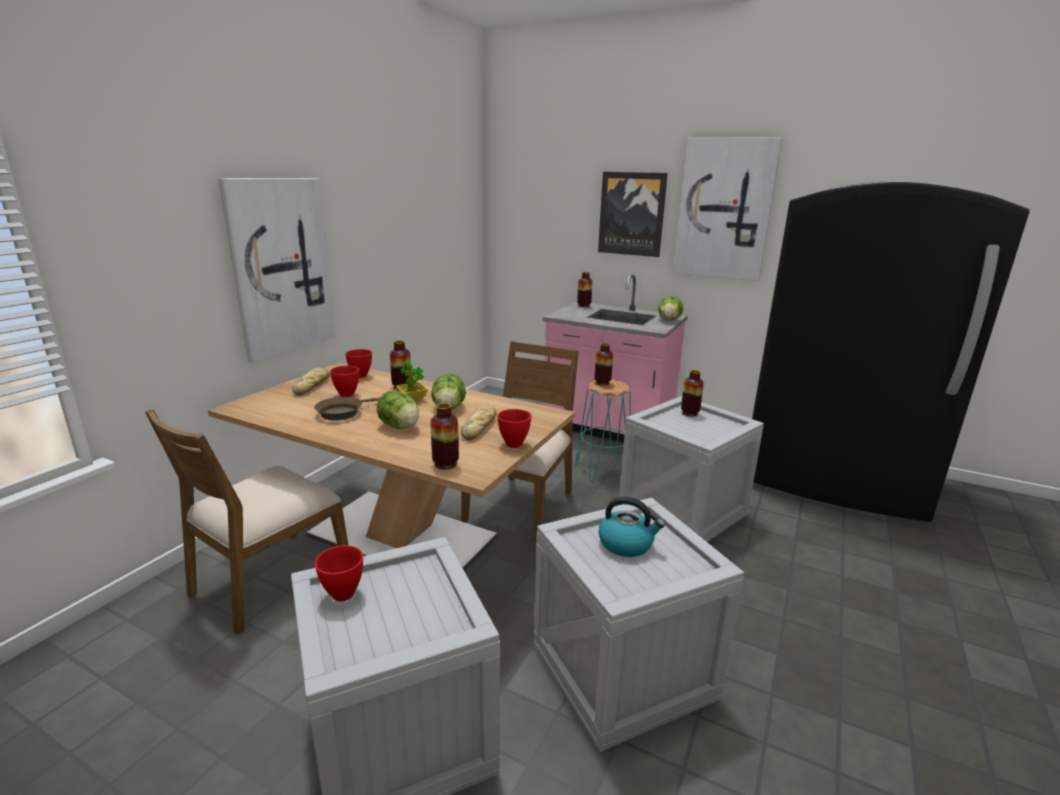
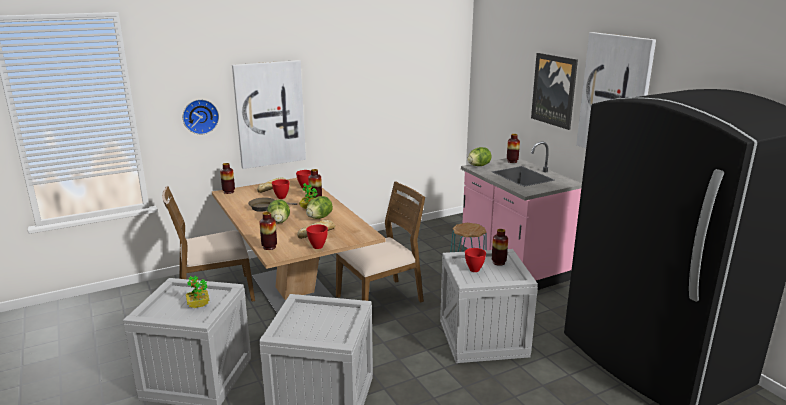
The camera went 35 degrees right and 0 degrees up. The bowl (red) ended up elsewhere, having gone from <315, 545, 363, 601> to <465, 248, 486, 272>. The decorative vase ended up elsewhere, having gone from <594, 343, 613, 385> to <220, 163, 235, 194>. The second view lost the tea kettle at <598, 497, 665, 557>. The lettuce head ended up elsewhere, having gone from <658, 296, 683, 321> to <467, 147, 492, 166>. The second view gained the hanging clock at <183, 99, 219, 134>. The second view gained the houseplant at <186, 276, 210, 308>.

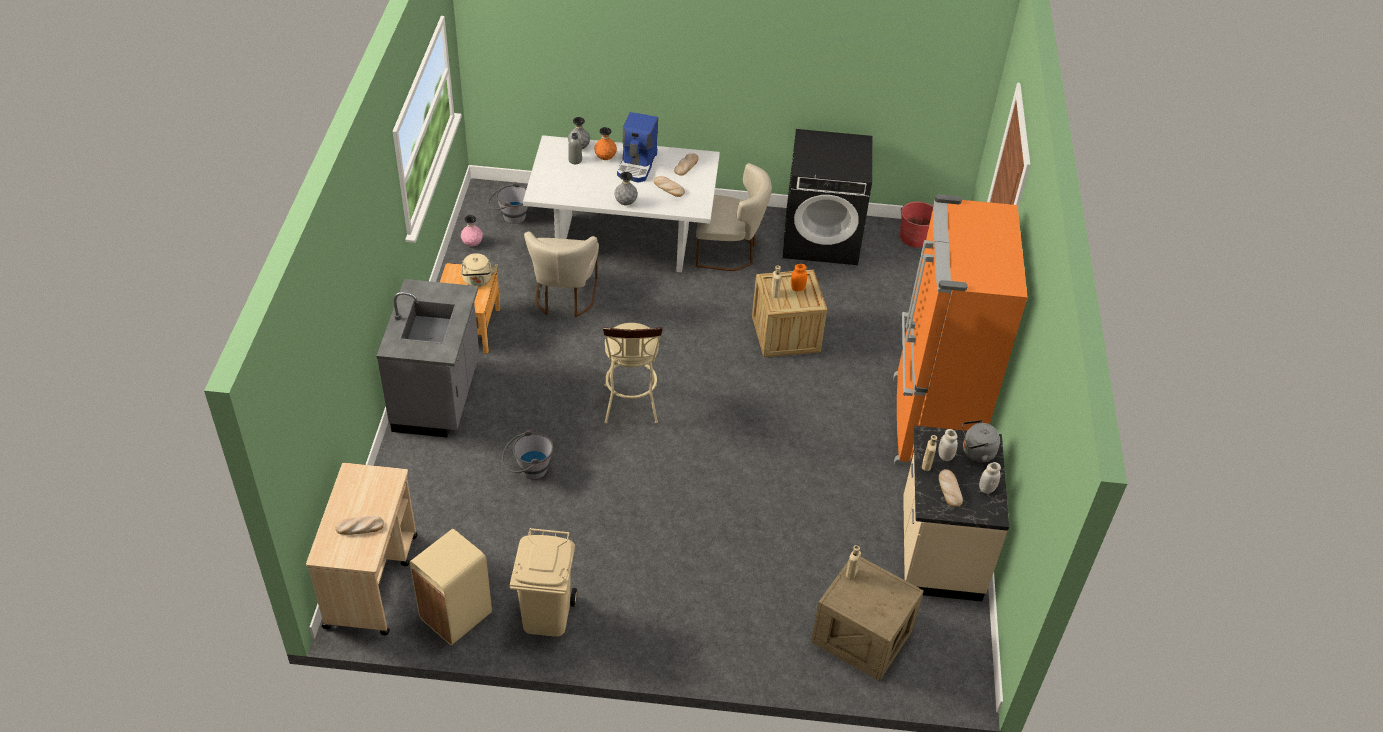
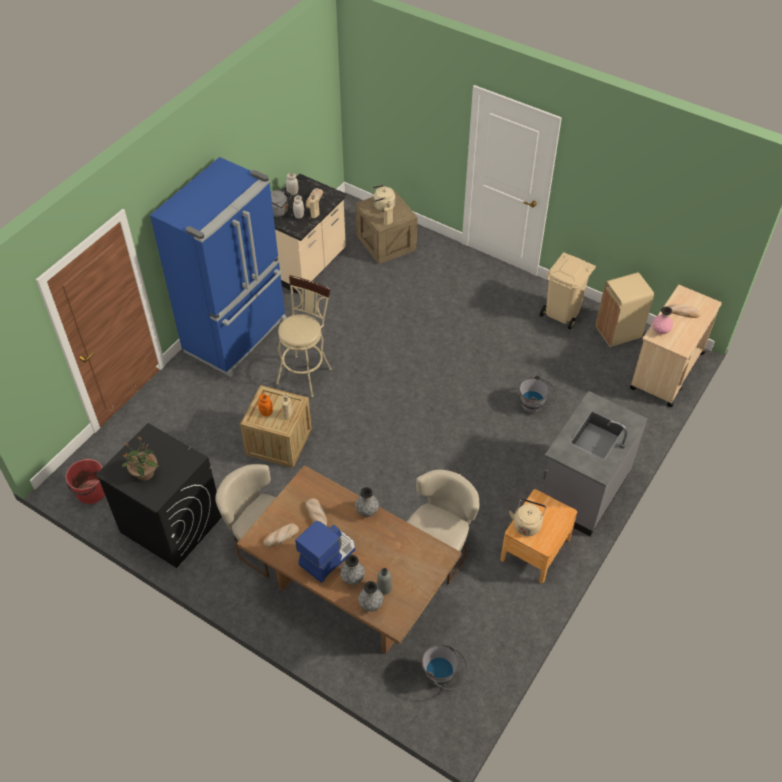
The camera went 150 degrees left and 5 degrees up. The decorative vase (pink) ended up elsewhere, having gone from <461, 215, 483, 246> to <652, 307, 673, 334>. What was the kitchen table (white) at <523, 135, 720, 272> turned into the kitchen table (brown-coloured) at <237, 465, 462, 654>. What was the decorative vase (orange) at <594, 127, 617, 160> turned into the decorative vase (greyish) at <340, 555, 365, 585>. The stool seat (sand-coloured) ended up elsewhere, having gone from <603, 323, 663, 424> to <276, 275, 332, 397>. What was the kitchen fridge (orange) at <893, 194, 1028, 467> turned into the kitchen fridge (bluish) at <150, 157, 287, 377>. The second view gained the houseplant at <122, 436, 159, 481>. The second view gained the tea kettle (sand-coloured) at <371, 185, 395, 212>.

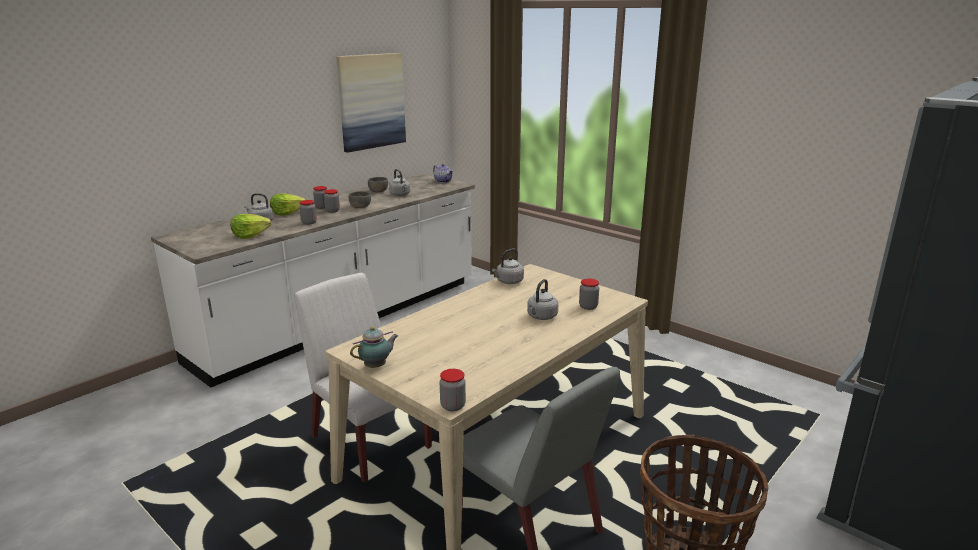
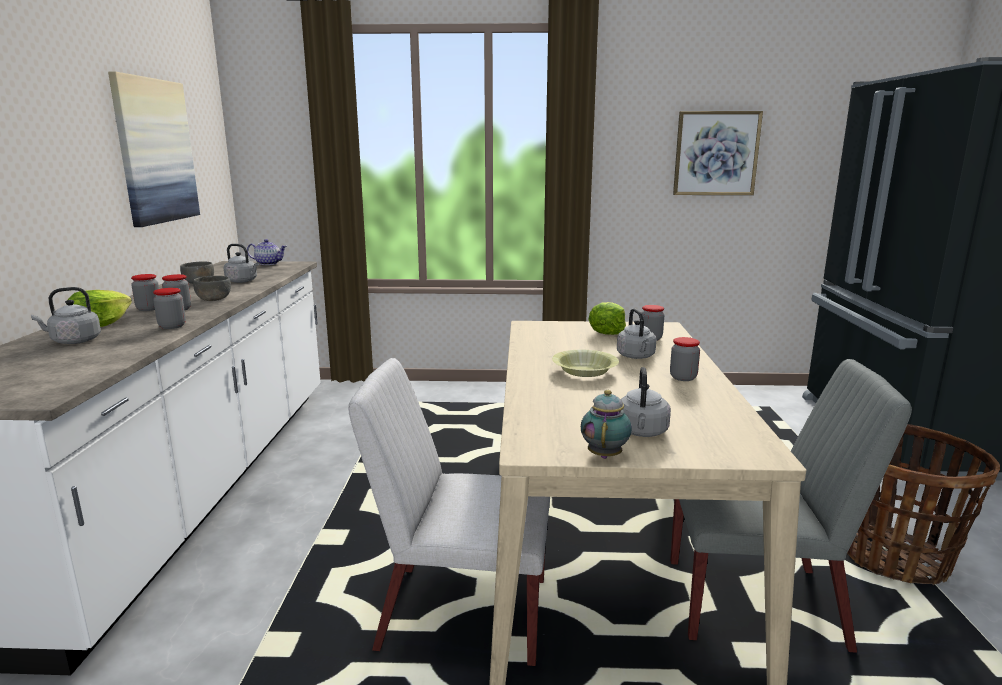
The camera went 40 degrees left and 5 degrees down. The lettuce head ended up elsewhere, having gone from <230, 214, 271, 239> to <588, 302, 626, 335>. The jar ended up elsewhere, having gone from <440, 369, 466, 411> to <670, 337, 700, 381>. The tea kettle (greyish) ended up elsewhere, having gone from <492, 249, 524, 284> to <620, 367, 671, 437>. The second view gained the bowl (yellowish) at <552, 350, 619, 377>. The second view gained the wall art at <673, 111, 763, 195>.

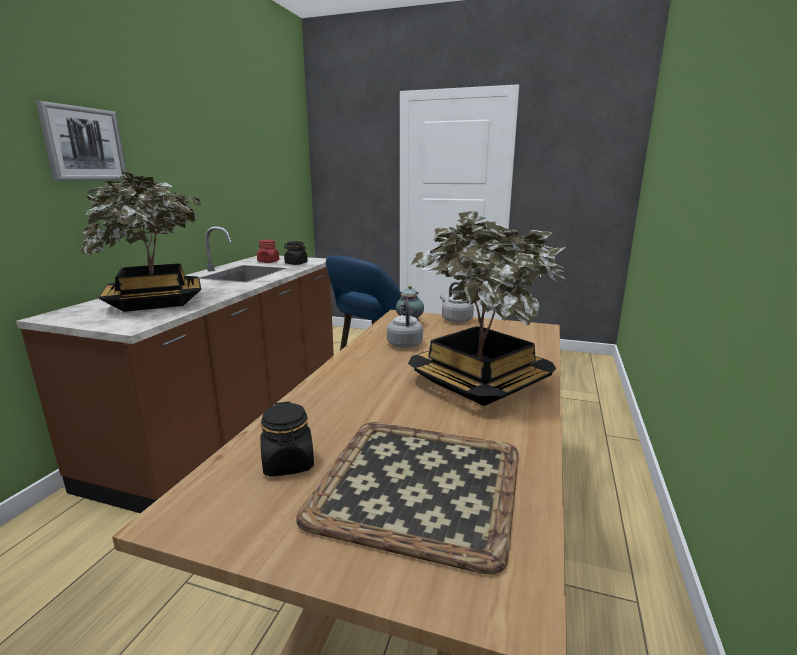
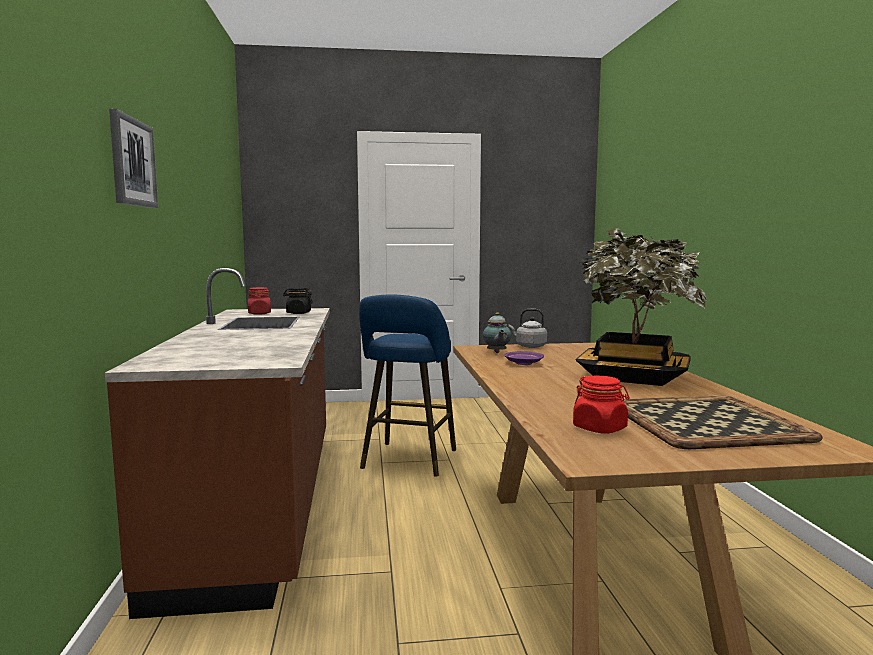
The camera went 25 degrees left and 10 degrees down. The second view lost the houseplant at <79, 172, 202, 312>. What was the jar (black-coloured) at <260, 401, 314, 477> turned into the jar (red) at <573, 376, 629, 434>. Where the tea kettle (greyish) stood at <387, 300, 423, 348>, the dinner plate (purple) came to stand at <504, 351, 544, 365>.

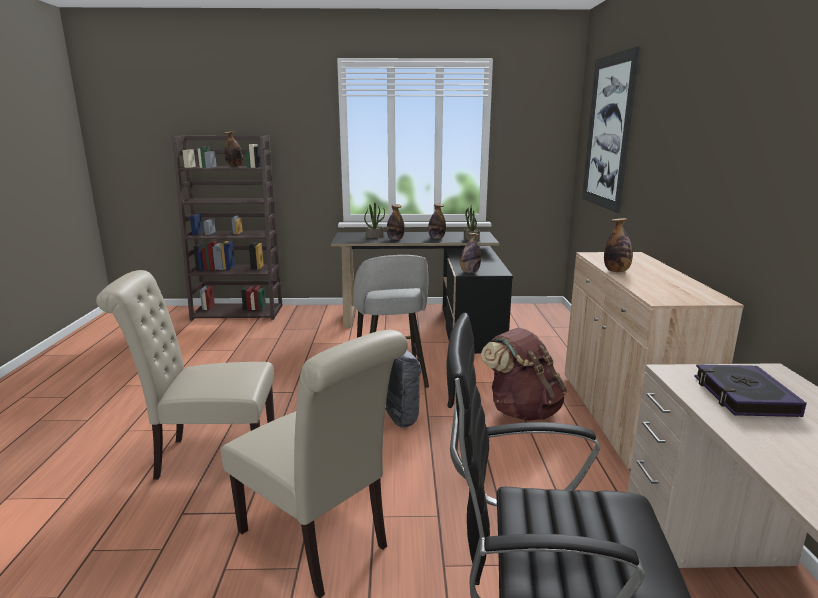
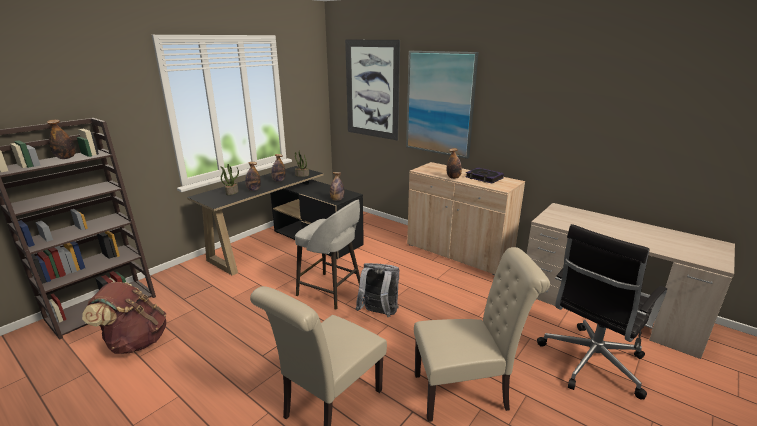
The camera went 50 degrees left and 5 degrees up. The rucksack (brown-coloured) ended up elsewhere, having gone from <481, 328, 567, 421> to <82, 282, 166, 354>. The bound book ended up elsewhere, having gone from <694, 364, 807, 417> to <466, 167, 504, 183>. The second view gained the wall art at <406, 51, 479, 159>.

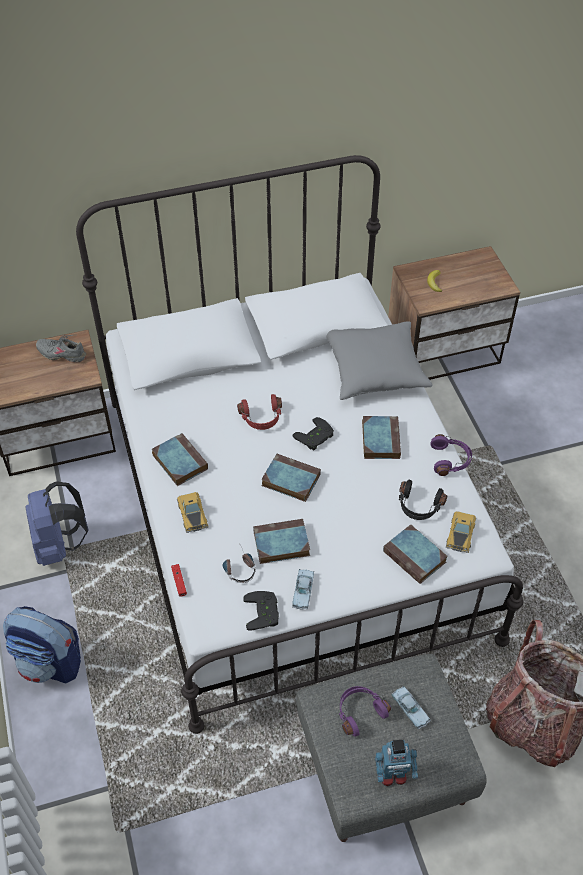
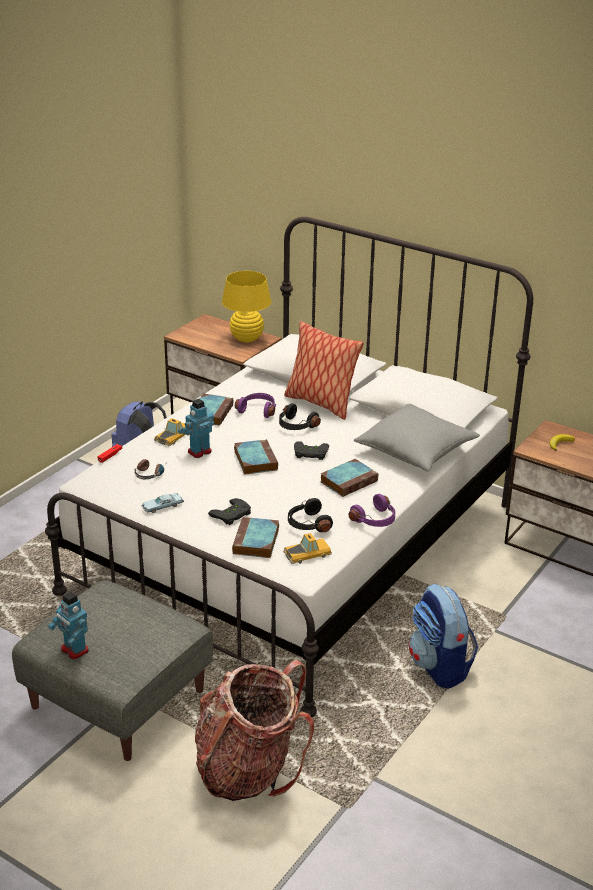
The camera went 50 degrees right and 20 degrees down. The rucksack ended up elsewhere, having gone from <3, 606, 81, 683> to <409, 583, 478, 689>. Where the low shoe (greyish) stood at <36, 335, 86, 362>, the lamp for a table (yellowish) came to stand at <222, 271, 271, 343>. What was the headphones (red) at <237, 394, 282, 430> turned into the headphones (black-coloured) at <279, 403, 321, 430>. The game controller (black-coloured) ended up elsewhere, having gone from <244, 591, 279, 630> to <208, 498, 251, 525>. The second view lost the bound book at <253, 519, 310, 564>. The headphones (purple) ended up elsewhere, having gone from <339, 686, 391, 737> to <235, 393, 276, 418>. The second view lost the toy car (bluish) at <391, 686, 431, 730>. The second view gained the model robot at <178, 399, 214, 458>. The second view gained the pillow at <284, 321, 363, 420>.

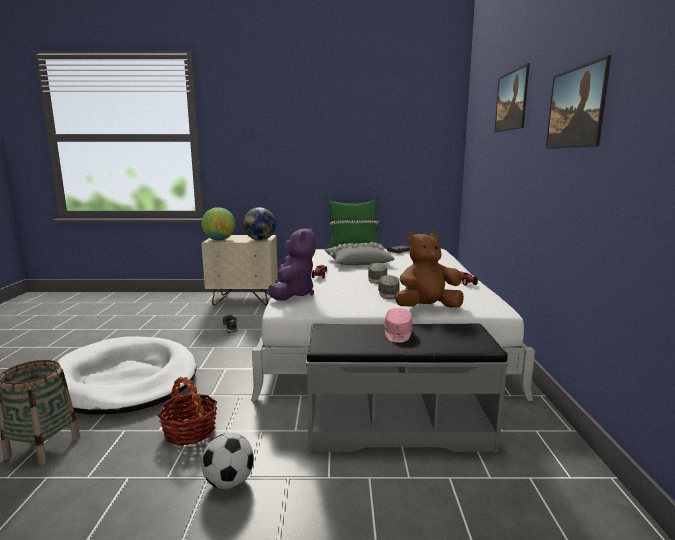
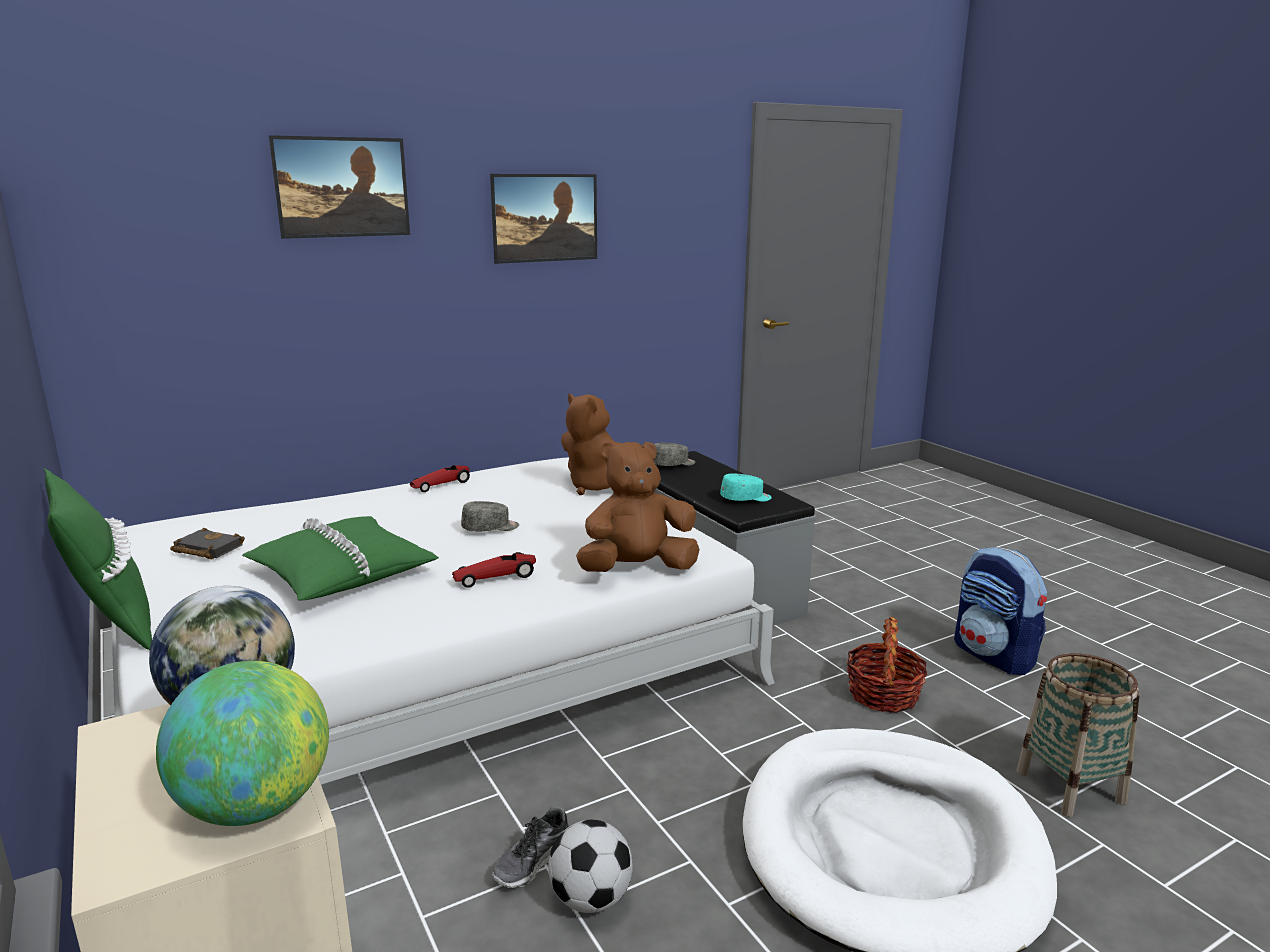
The camera went 120 degrees left and 5 degrees up. The ball for football ended up elsewhere, having gone from <201, 433, 254, 489> to <548, 820, 633, 913>. What was the soft toy (purple) at <268, 227, 316, 301> turned into the soft toy (brown-coloured) at <576, 442, 700, 572>. What was the pillow (greyish) at <325, 242, 395, 265> turned into the pillow (green) at <242, 516, 439, 601>. The peaked cap (greyish) ended up elsewhere, having gone from <378, 275, 400, 299> to <653, 443, 695, 466>. The second view lost the peaked cap (pink) at <385, 308, 412, 343>. The second view gained the peaked cap (turquoise) at <720, 473, 772, 502>. The second view gained the rucksack at <954, 547, 1047, 675>.

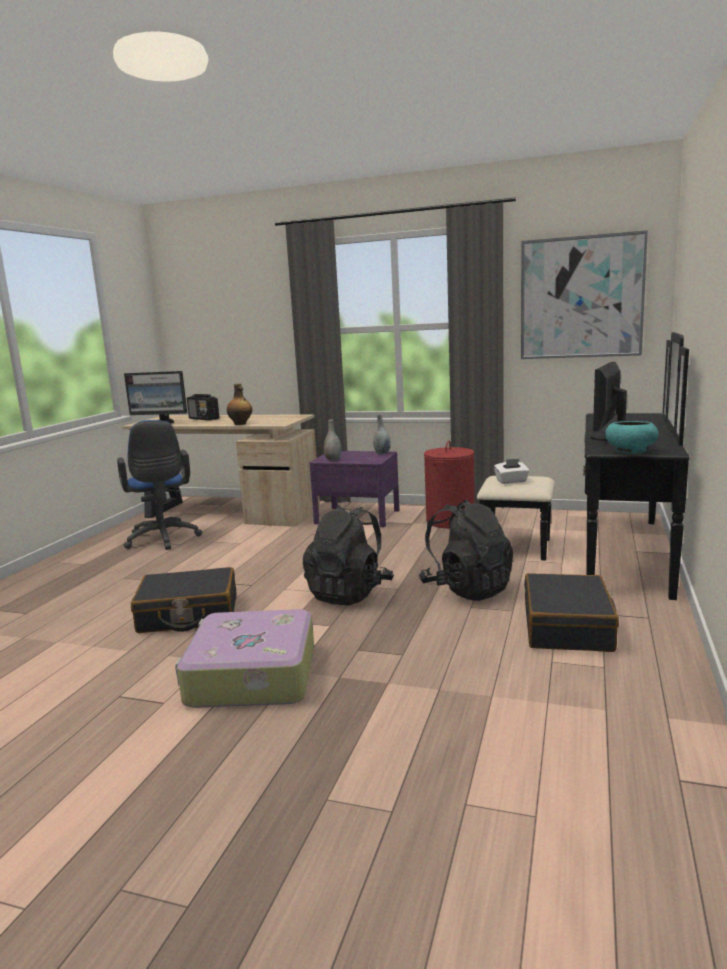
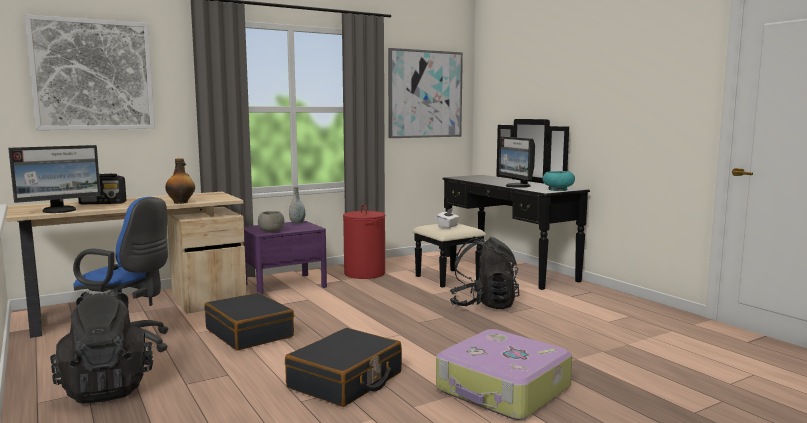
The camera went 50 degrees left and 5 degrees down. The rucksack (black-coloured) ended up elsewhere, having gone from <303, 505, 394, 605> to <50, 289, 153, 404>. Where the decorative vase (greyish) stood at <324, 420, 341, 461>, the bowl (greyish) came to stand at <258, 211, 284, 232>. The suitcase (black-coloured) ended up elsewhere, having gone from <524, 573, 619, 652> to <204, 292, 294, 351>. The second view gained the wall art at <25, 15, 155, 130>.

